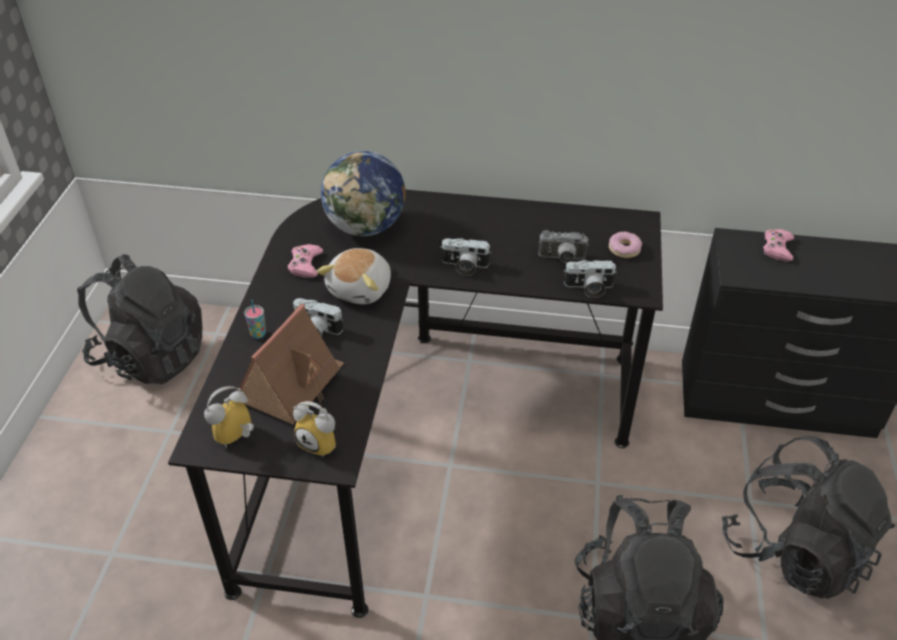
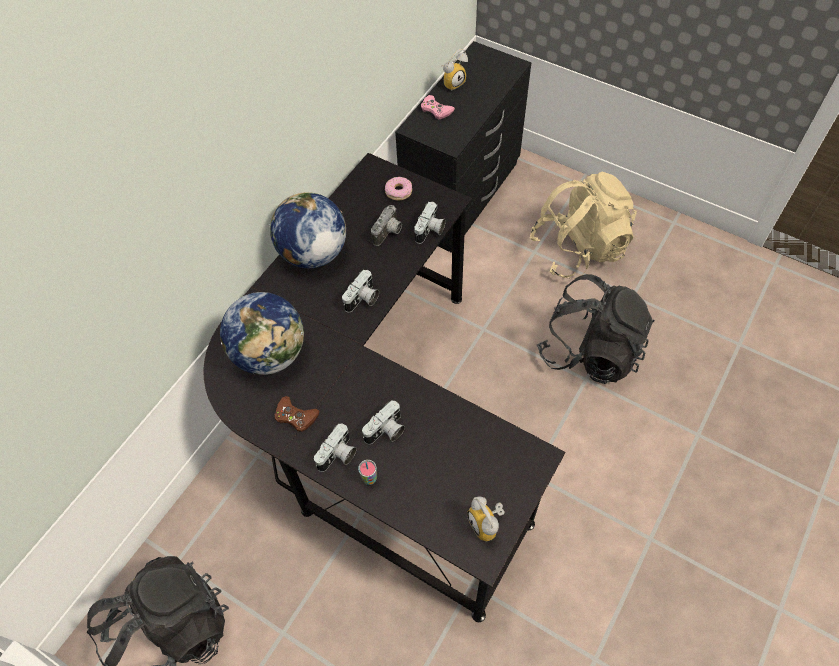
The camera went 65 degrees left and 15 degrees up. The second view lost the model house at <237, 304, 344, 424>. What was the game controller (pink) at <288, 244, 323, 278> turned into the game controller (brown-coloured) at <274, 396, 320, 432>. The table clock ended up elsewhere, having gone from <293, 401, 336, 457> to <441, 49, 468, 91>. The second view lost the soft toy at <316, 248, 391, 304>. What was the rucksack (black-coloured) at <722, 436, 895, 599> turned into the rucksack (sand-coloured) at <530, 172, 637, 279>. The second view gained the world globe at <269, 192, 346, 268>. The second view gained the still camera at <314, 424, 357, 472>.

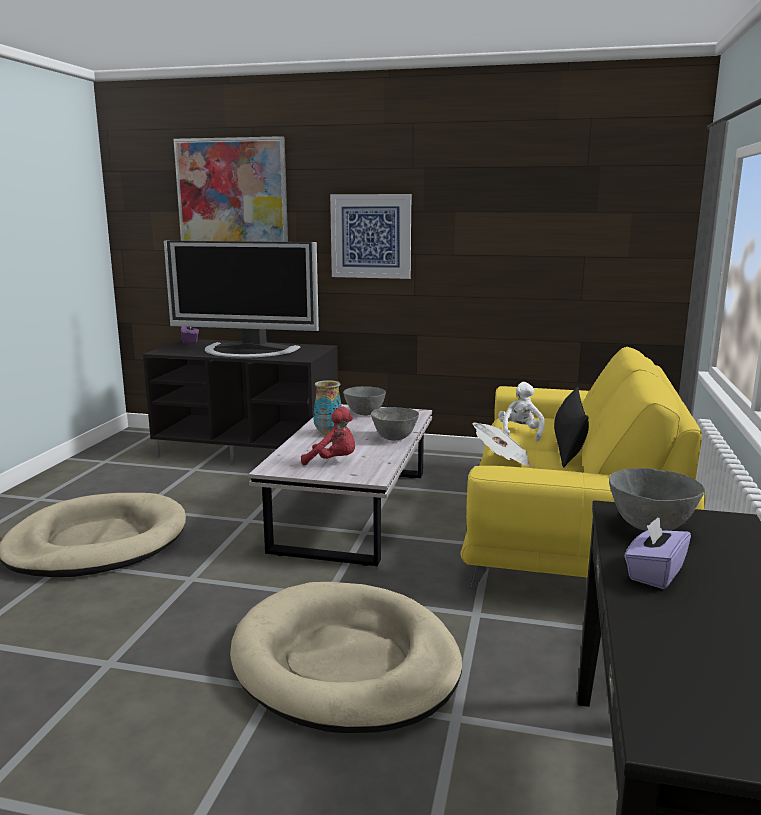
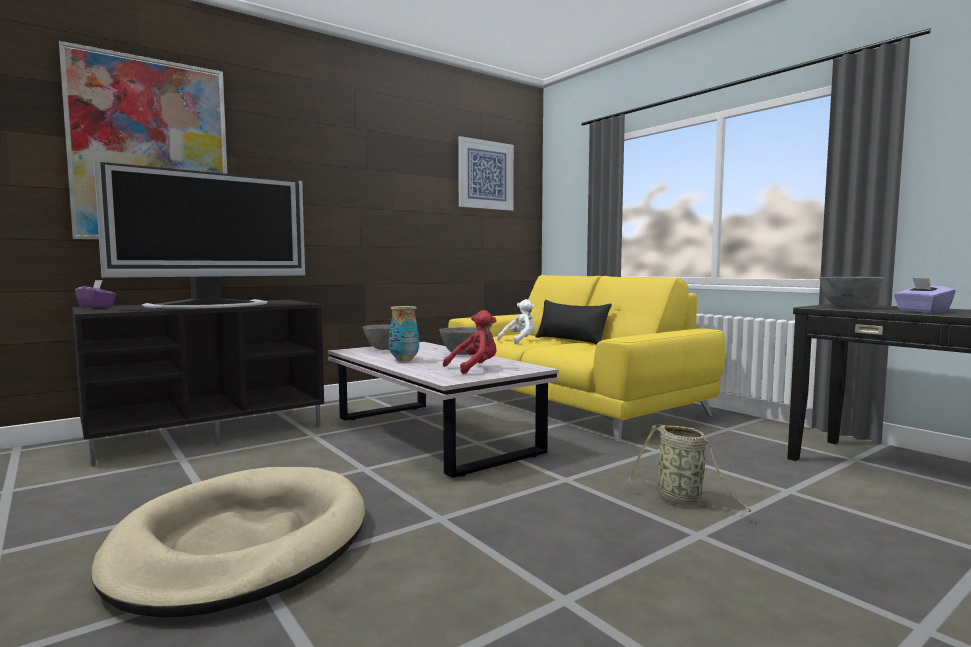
The camera went 50 degrees left and 10 degrees down. Where the pet bed (sand-coloured) stood at <230, 582, 462, 733>, the basket came to stand at <628, 424, 751, 512>. The wall art ended up elsewhere, having gone from <330, 194, 411, 279> to <458, 136, 514, 211>. The second view lost the newspaper at <473, 422, 531, 466>. The soft toy (white) at <498, 382, 545, 442> ended up facing another way, 90 degrees clockwise from before.

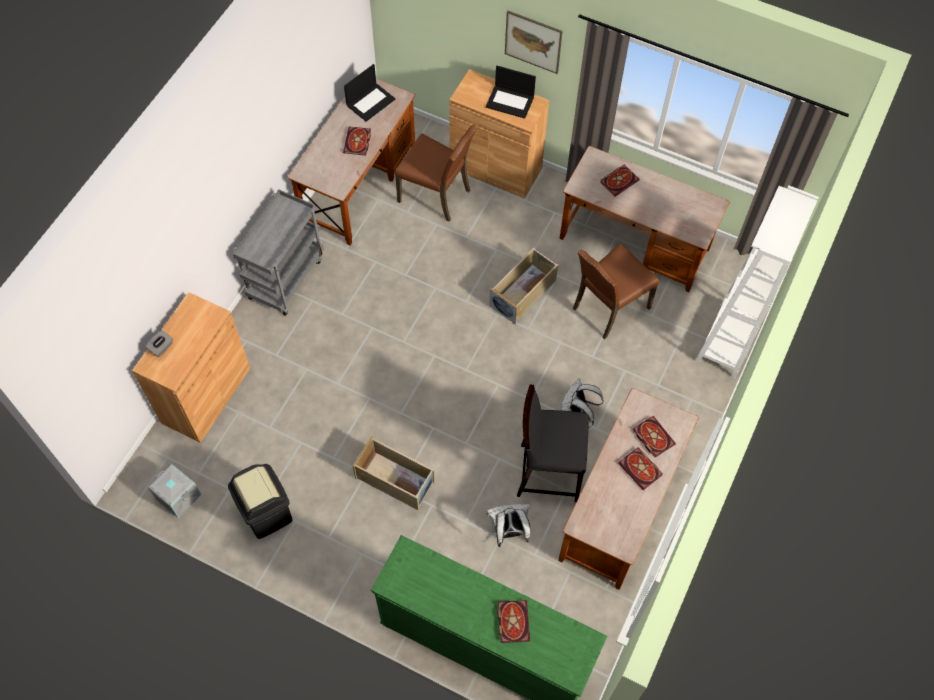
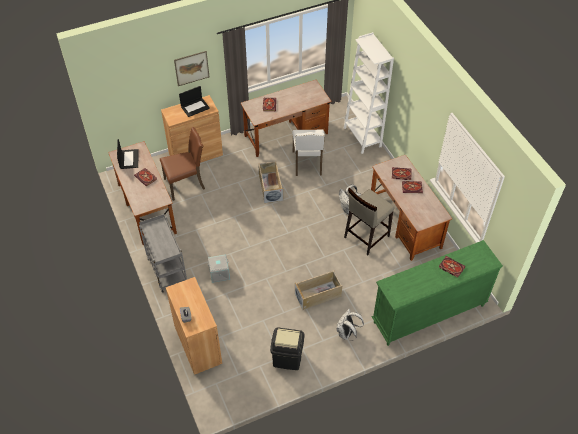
The camera went 50 degrees left and 10 degrees down. The storage bin (greyish) ended up elsewhere, having gone from <148, 464, 201, 518> to <207, 254, 230, 283>. The rucksack (white) ended up elsewhere, having gone from <487, 504, 531, 547> to <337, 309, 364, 341>. What was the stool seat (black-coloured) at <517, 385, 589, 502> turned into the stool seat (sand-coloured) at <344, 188, 394, 255>. What was the upright chair (brown-coloured) at <573, 243, 660, 339> turned into the upright chair (white) at <292, 130, 325, 176>.

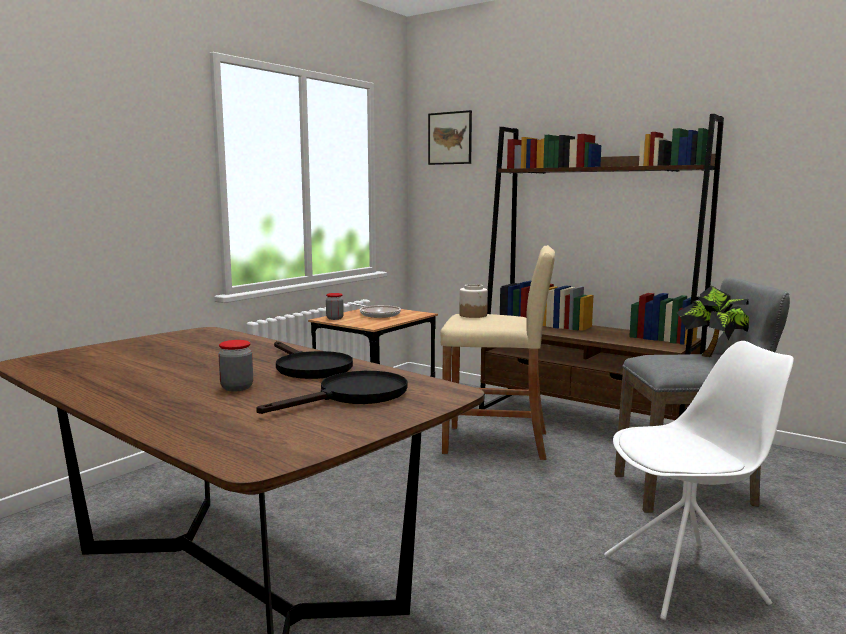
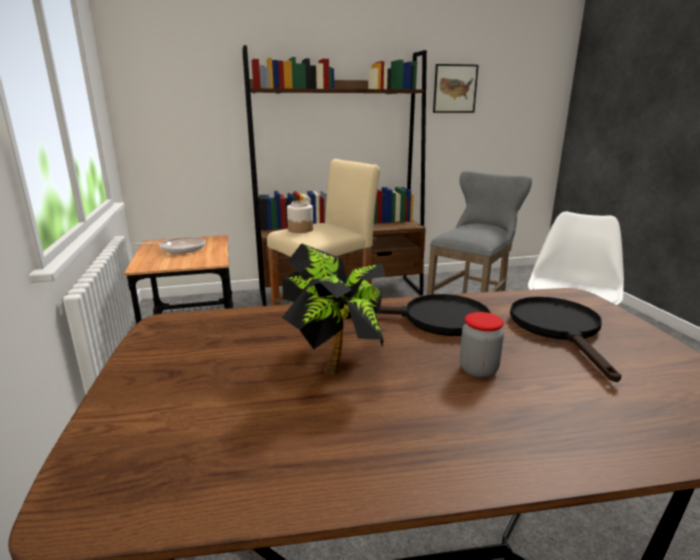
The camera went 50 degrees left and 10 degrees up. The second view lost the jar at <326, 293, 344, 320>. The wall art ended up elsewhere, having gone from <428, 110, 472, 165> to <433, 64, 479, 113>. The houseplant ended up elsewhere, having gone from <676, 286, 749, 357> to <282, 243, 386, 375>.

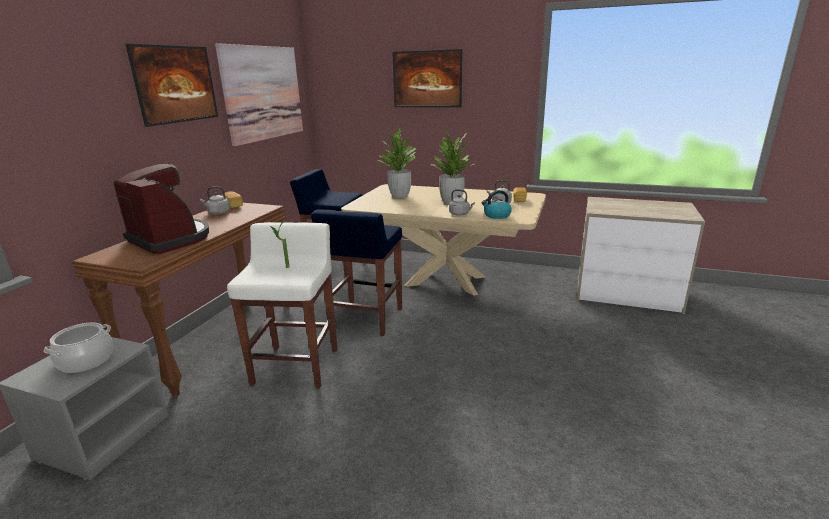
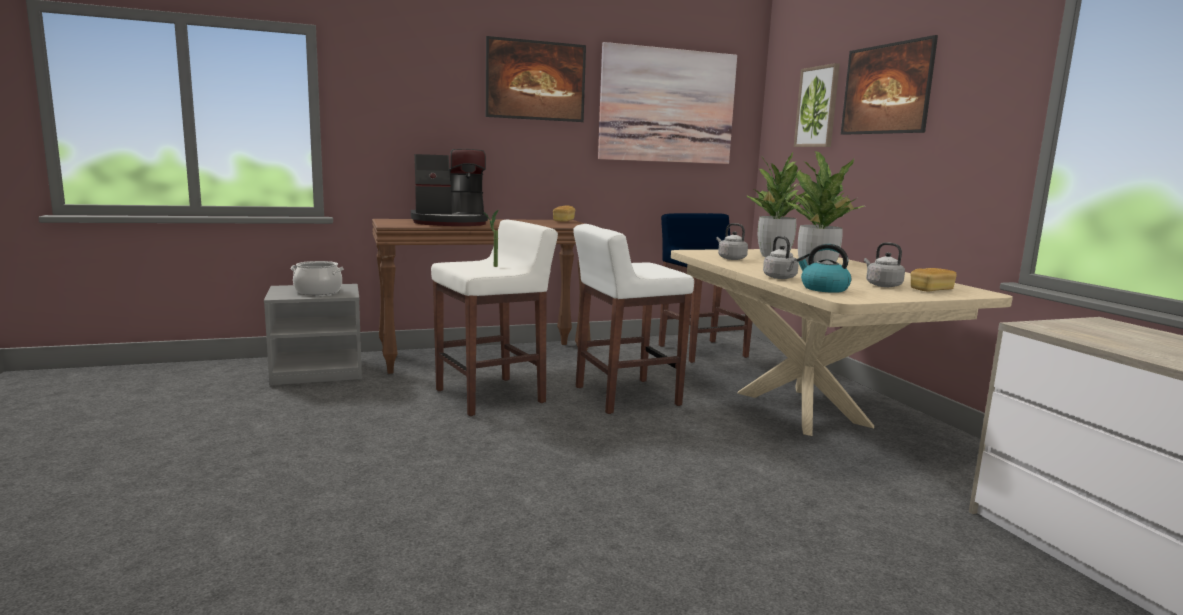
The camera went 50 degrees right and 10 degrees down. The coffee machine at <114, 163, 209, 254> ended up facing another way, 75 degrees clockwise from before. The tea kettle (greyish) ended up elsewhere, having gone from <200, 186, 230, 215> to <716, 223, 748, 260>. What was the stool seat (bluish) at <311, 209, 402, 336> turned into the stool seat (white) at <573, 224, 694, 414>. The second view gained the wall art at <794, 63, 840, 147>.

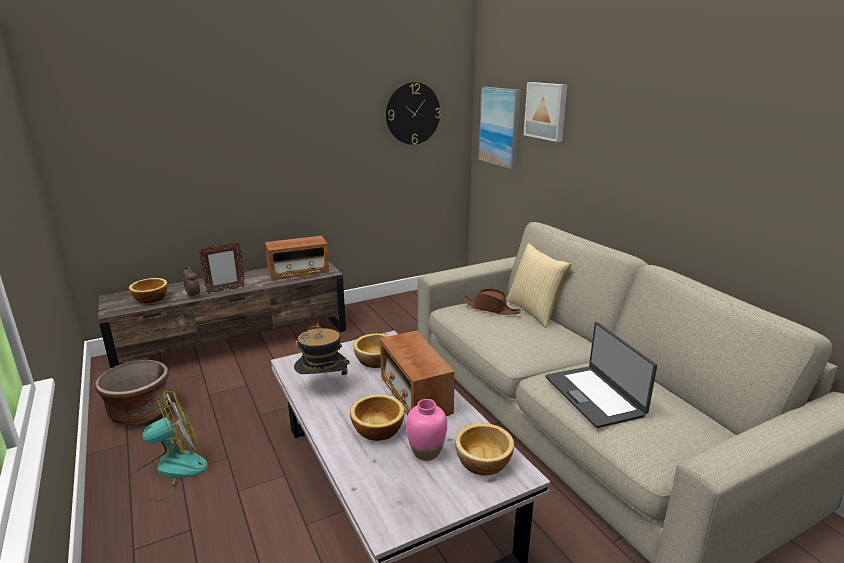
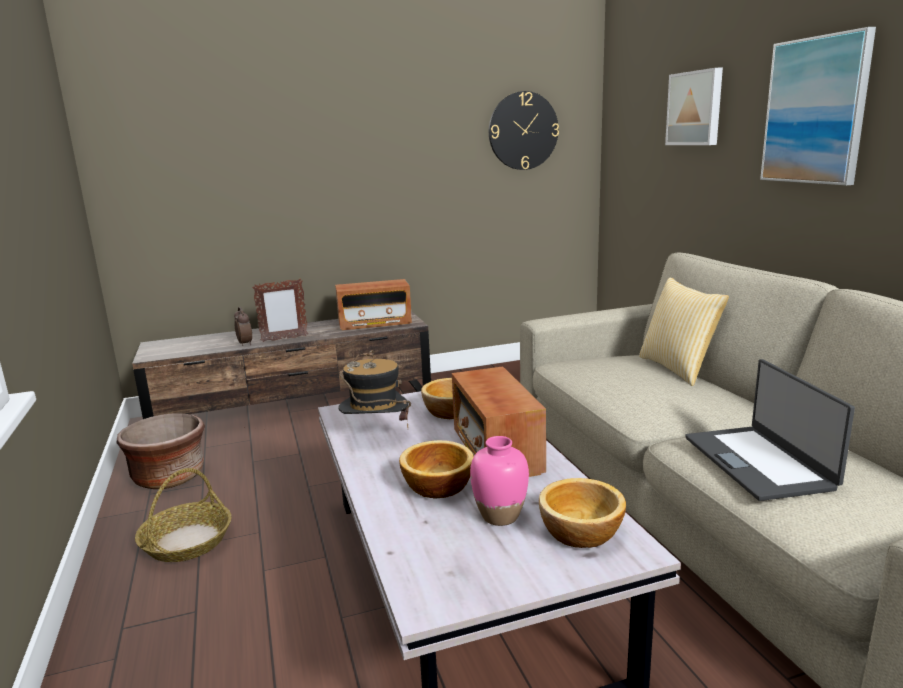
The camera went 10 degrees right and 5 degrees down. The second view lost the bowl at <129, 278, 168, 303>. Where the fan stood at <130, 391, 208, 501>, the basket came to stand at <135, 468, 232, 562>. The second view lost the clothing hat (brown-coloured) at <462, 289, 521, 315>. The wall art ended up elsewhere, having gone from <478, 87, 521, 170> to <760, 27, 876, 185>.

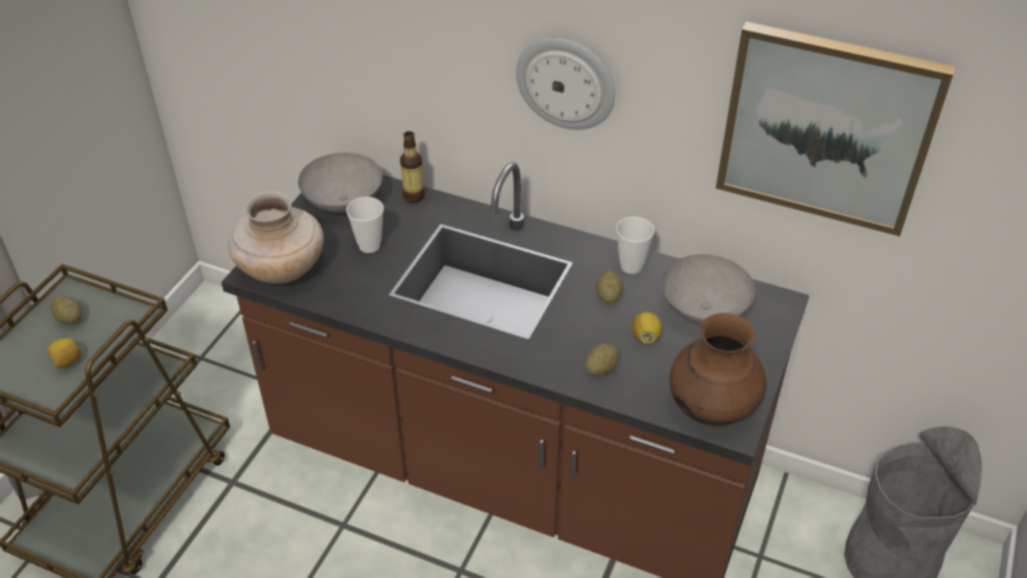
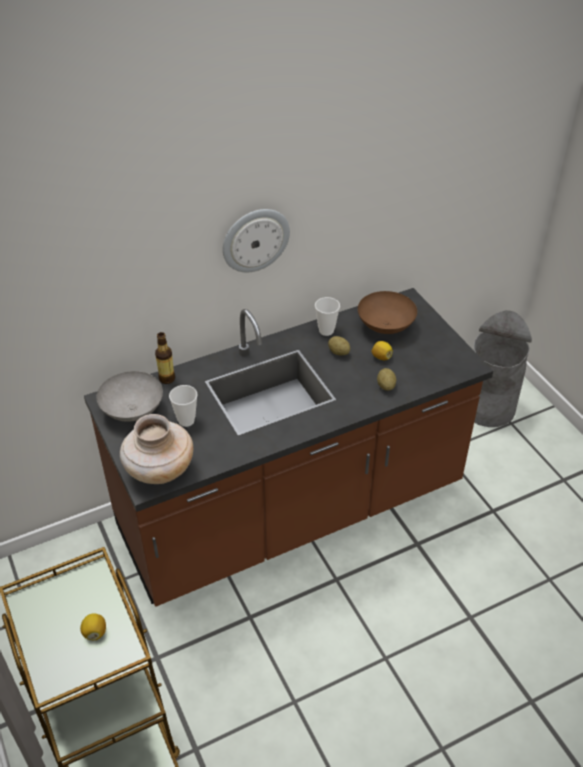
The camera went 50 degrees left and 0 degrees up. The second view lost the whole potato at <50, 296, 82, 324>. What was the bowl (greyish) at <661, 254, 755, 324> turned into the bowl (brown-coloured) at <358, 291, 417, 334>. The second view lost the decorative vase (brown-coloured) at <670, 313, 767, 426>. The second view lost the wall art at <716, 22, 955, 236>.

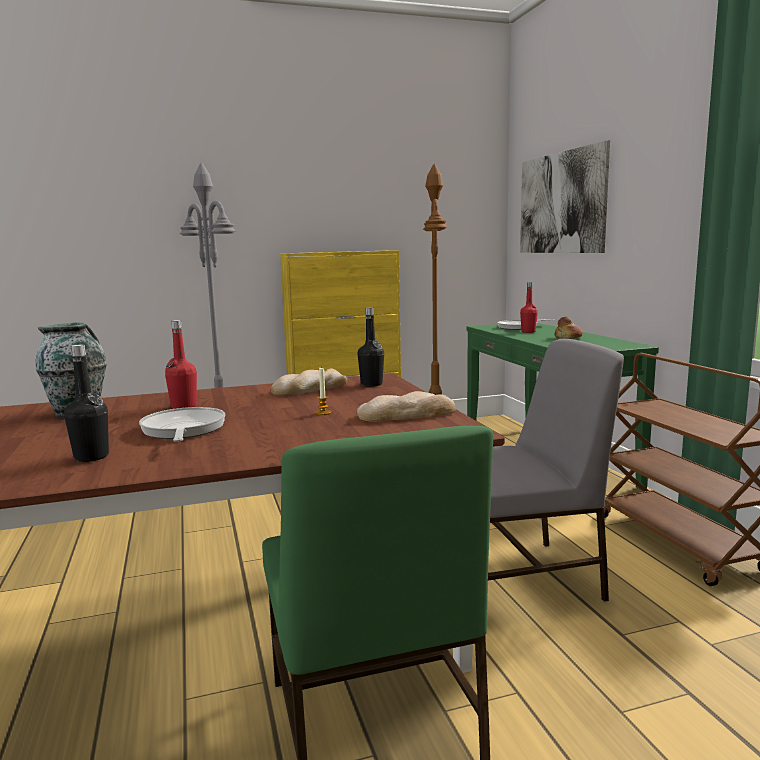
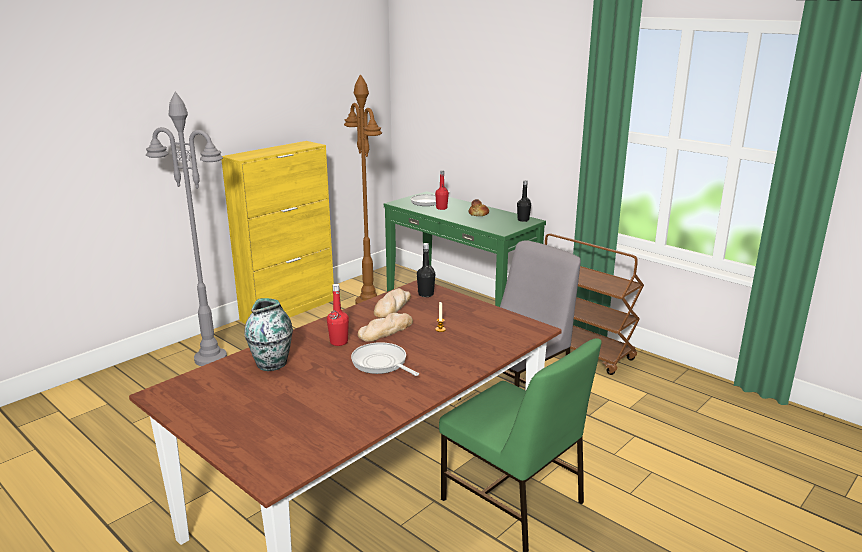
The camera went 30 degrees left and 10 degrees up. The bottle (black-coloured) ended up elsewhere, having gone from <64, 344, 109, 462> to <517, 180, 531, 222>. The bakery bread ended up elsewhere, having gone from <357, 391, 455, 422> to <358, 313, 413, 342>. The second view lost the wall art at <520, 140, 610, 253>.

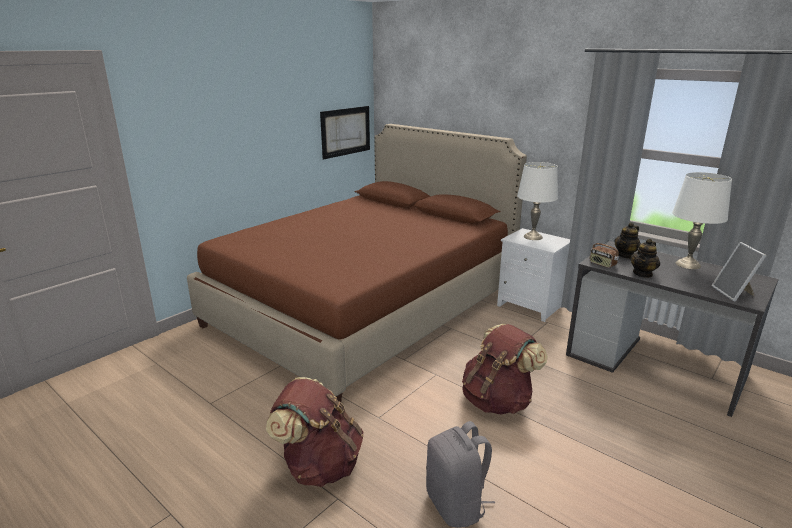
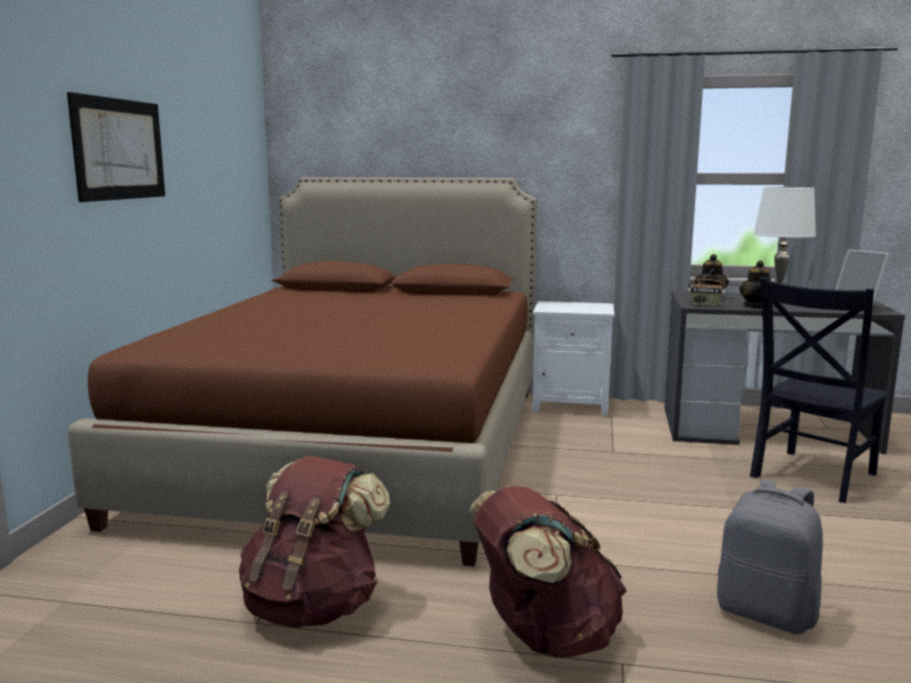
The camera went 30 degrees left and 10 degrees down. The wall art ended up elsewhere, having gone from <320, 106, 370, 160> to <67, 92, 165, 202>. The rucksack (brown-coloured) ended up elsewhere, having gone from <462, 324, 548, 414> to <239, 456, 390, 629>. The second view lost the lamp for a table (white) at <517, 162, 558, 240>. The second view gained the upright chair (black-coloured) at <750, 278, 889, 503>.

